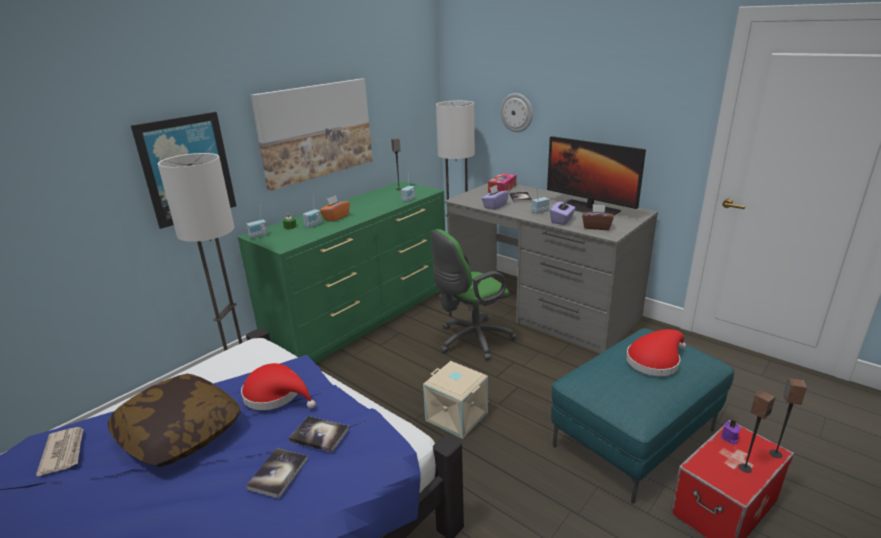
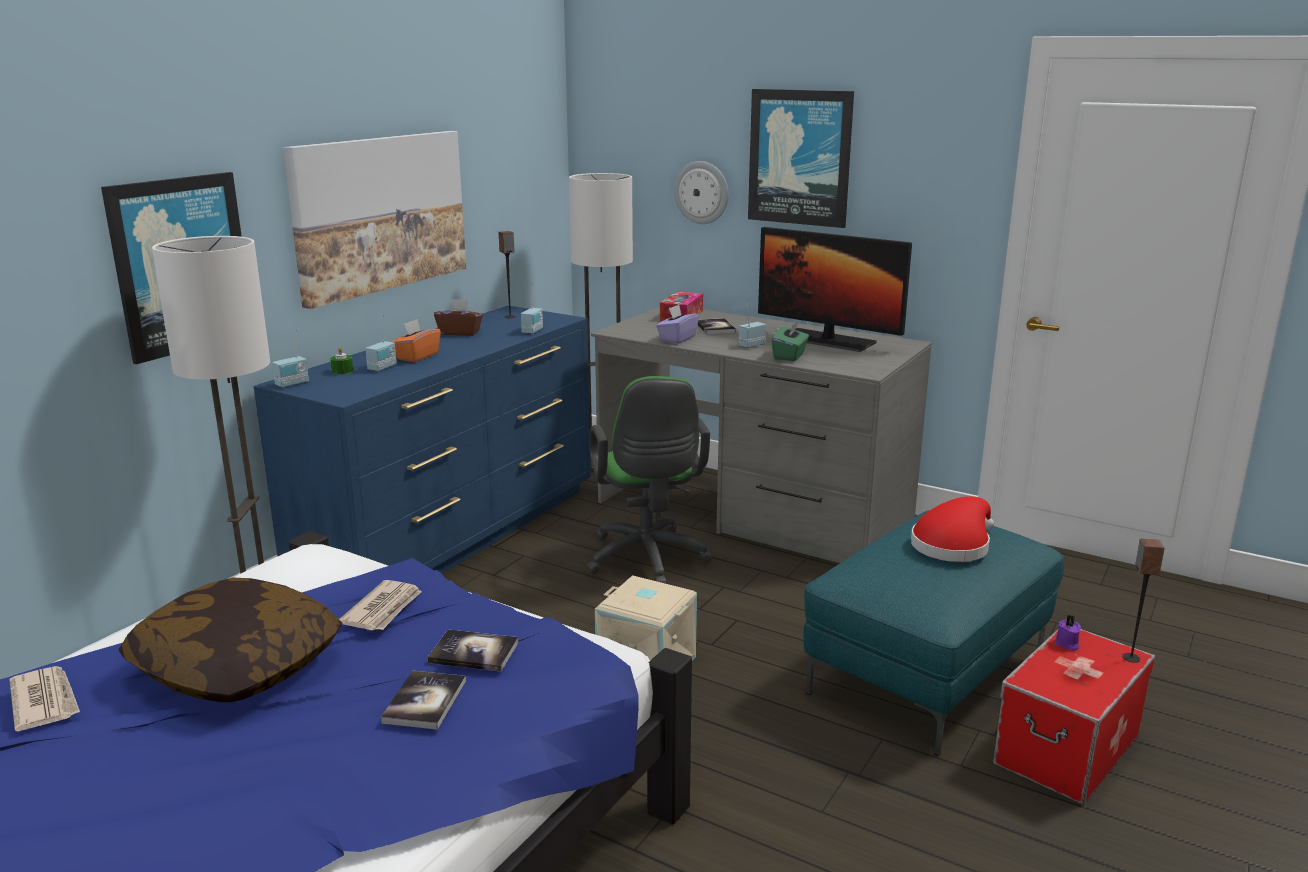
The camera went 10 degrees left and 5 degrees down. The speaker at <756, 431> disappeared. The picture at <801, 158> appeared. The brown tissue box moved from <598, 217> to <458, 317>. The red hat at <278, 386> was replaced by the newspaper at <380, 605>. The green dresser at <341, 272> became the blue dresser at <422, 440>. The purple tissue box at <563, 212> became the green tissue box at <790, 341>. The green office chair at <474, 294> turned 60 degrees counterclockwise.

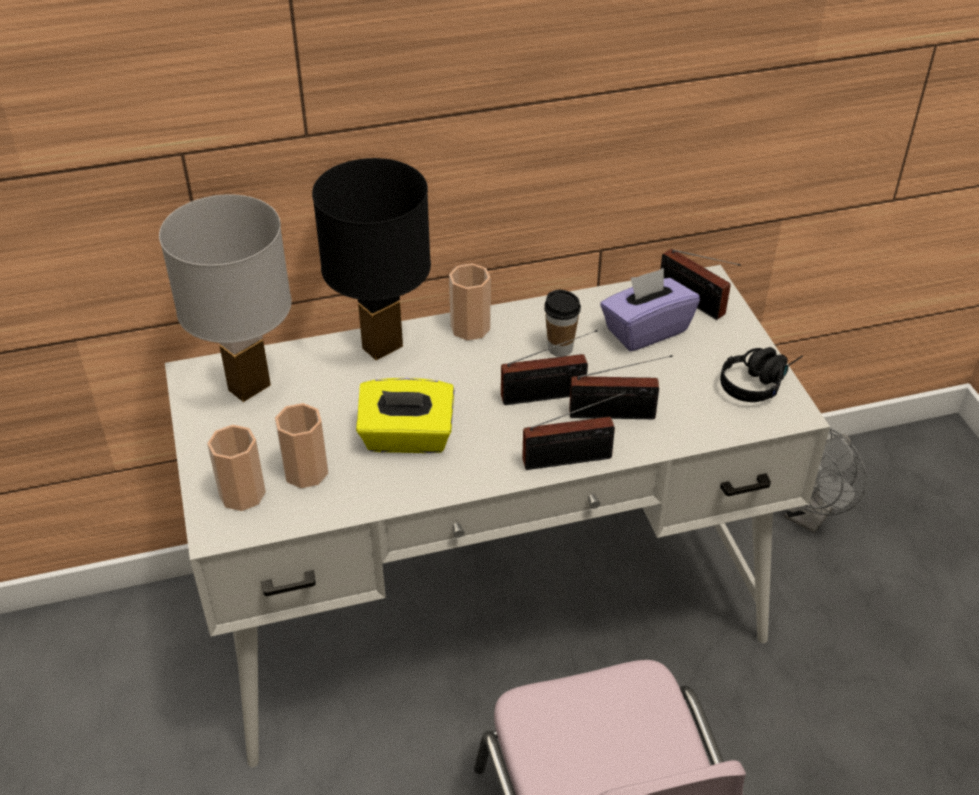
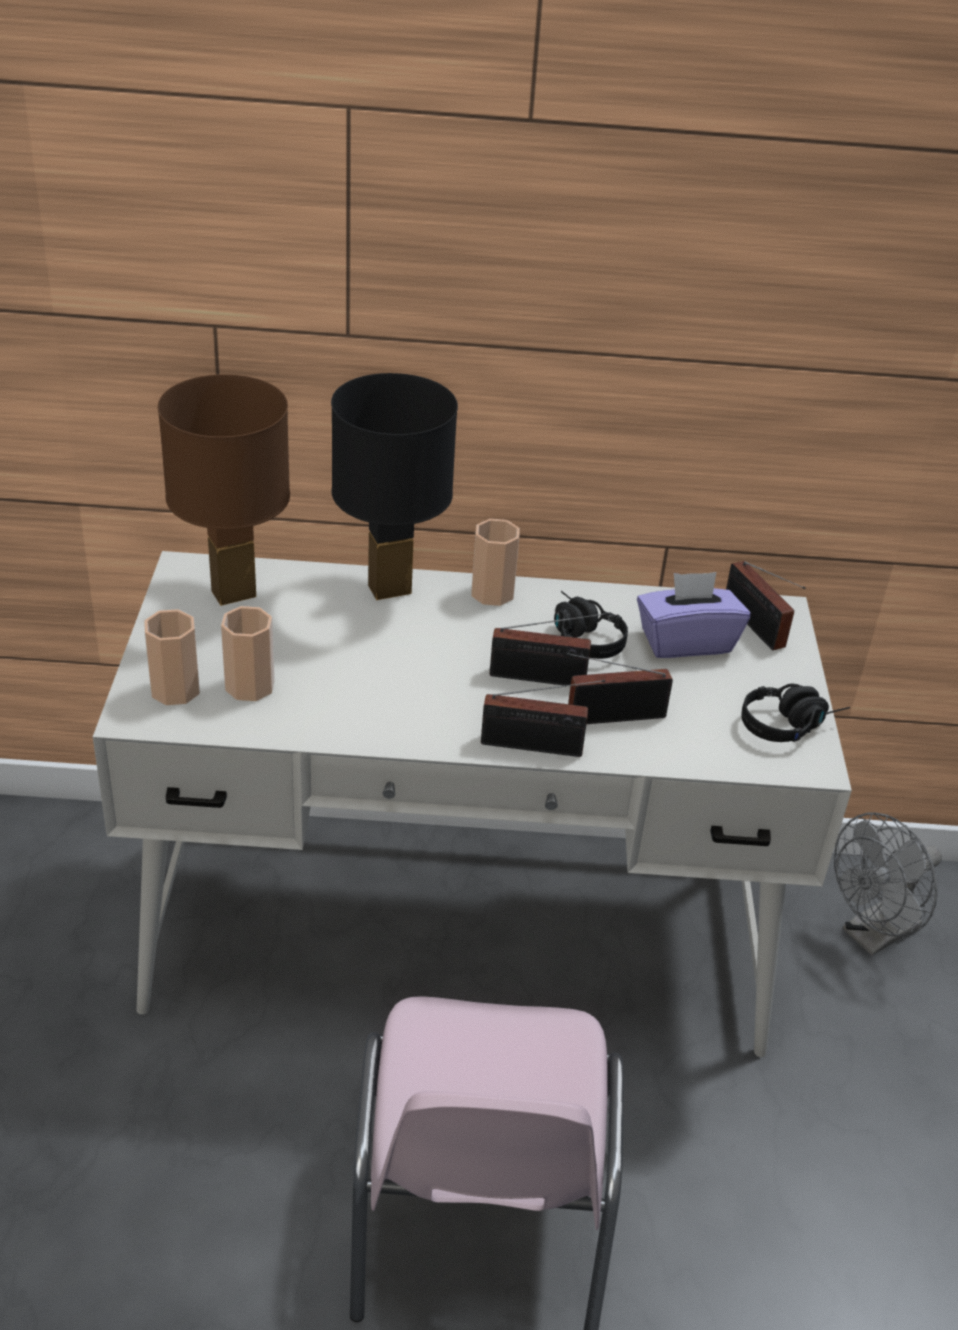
The camera went 15 degrees right and 5 degrees down. The yellow tissue box at <405, 415> disappeared. The cup at <562, 323> was replaced by the black headphones at <591, 625>. The white table lamp at <225, 298> became the brown table lamp at <223, 490>. The radio at <621, 387> turned 150 degrees clockwise.

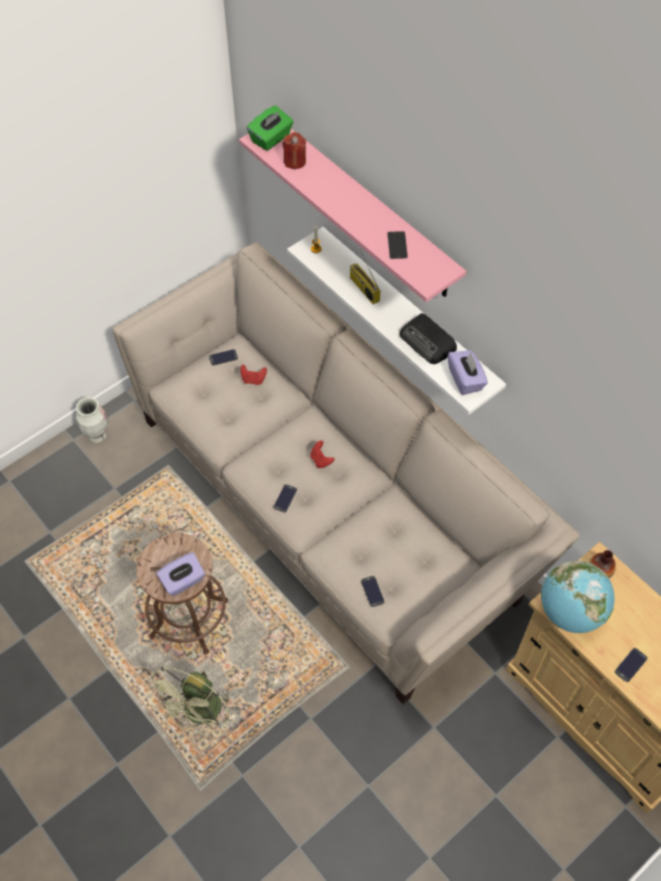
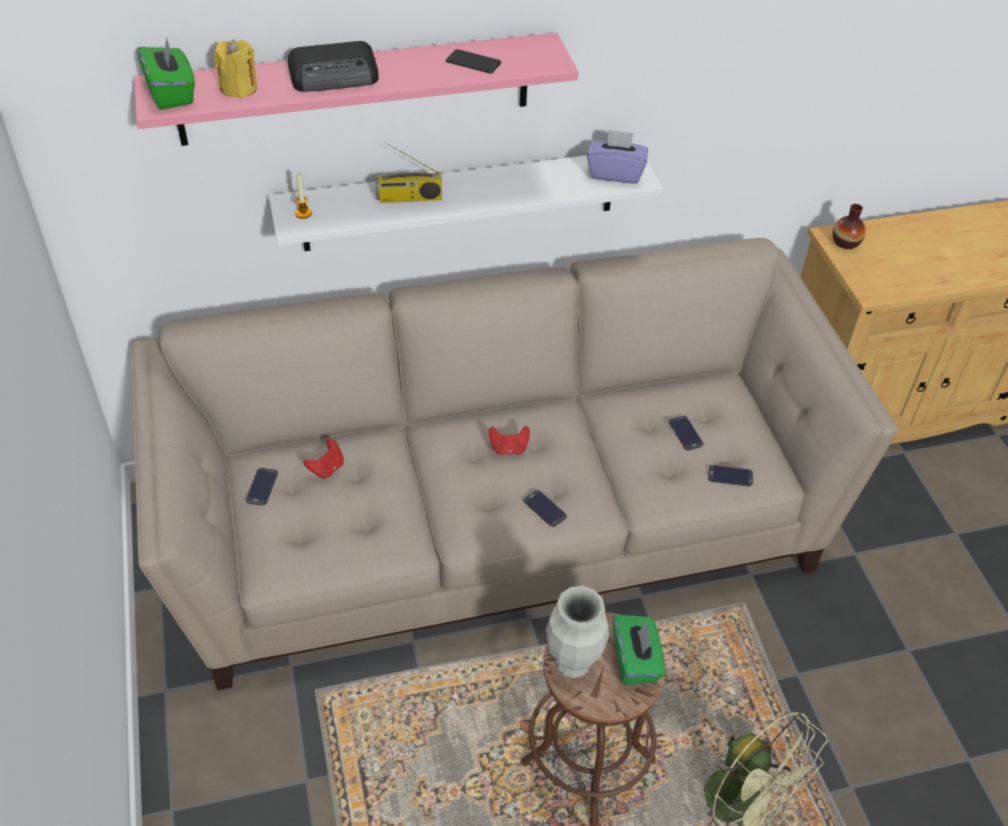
The camera went 65 degrees left and 10 degrees down. The globe at <578, 597> disappeared. The vase moved from <92, 420> to <577, 632>. The radio moved from <428, 338> to <333, 66>. The phone moved from <631, 665> to <686, 433>. The purple tissue box at <181, 574> became the green tissue box at <639, 650>. The red candle at <294, 150> became the yellow candle at <235, 68>.

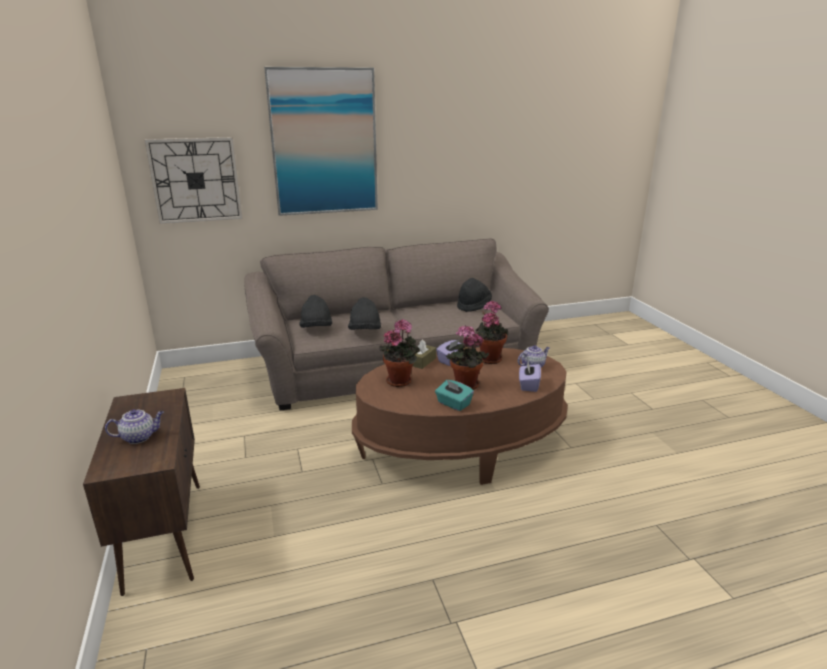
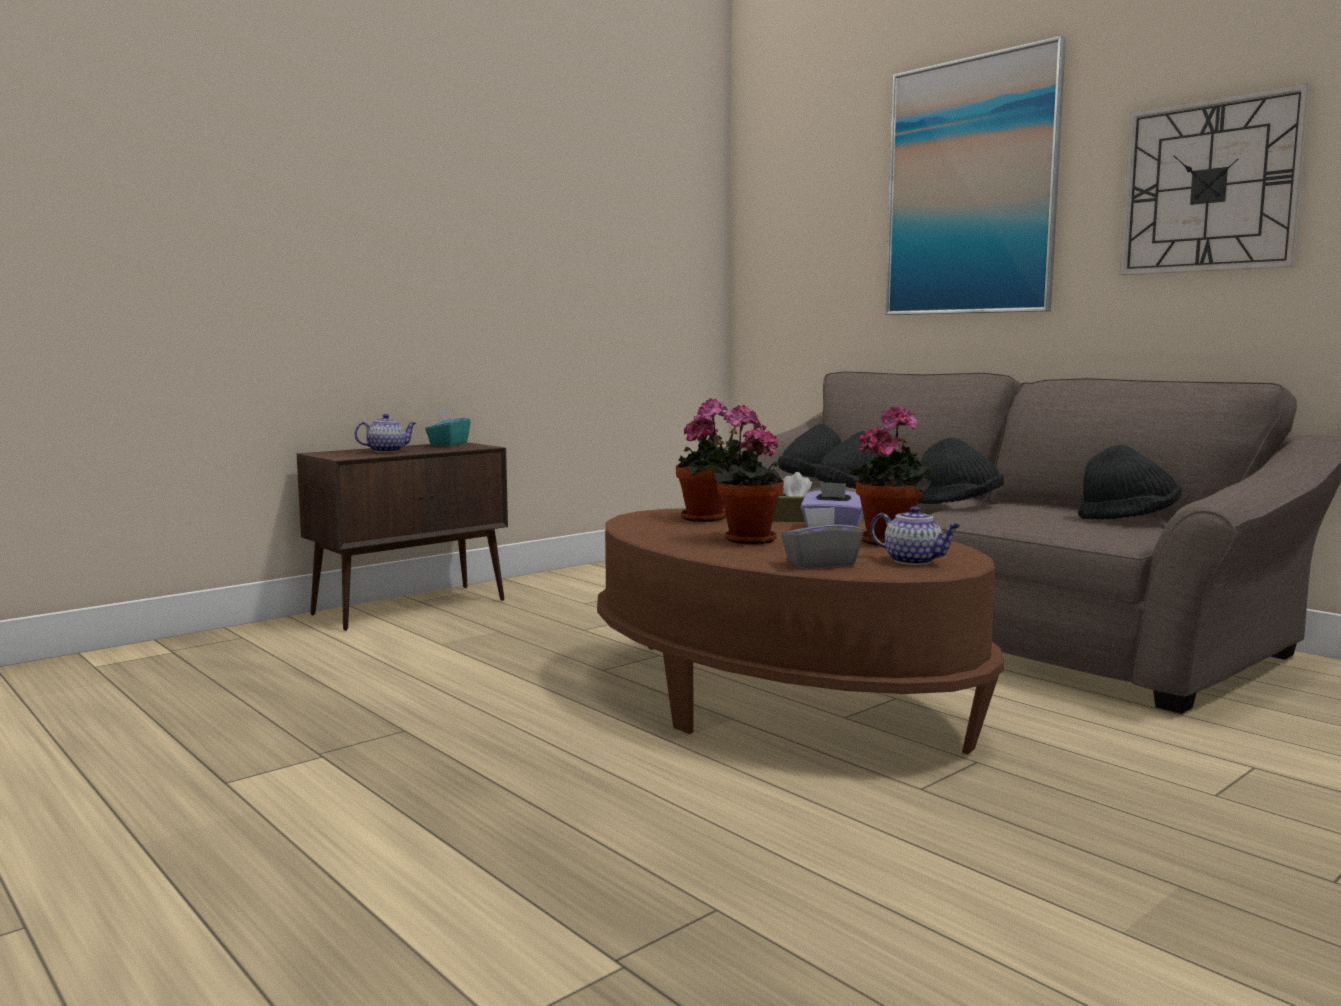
The camera went 65 degrees right and 15 degrees down. The black hat at <961, 471> appeared. The wall clock moved from <193, 180> to <1215, 179>. The turquoise tissue box moved from <454, 395> to <447, 427>. The purple tissue box at <530, 376> became the grey tissue box at <822, 538>. The teapot at <134, 426> turned 75 degrees counterclockwise.

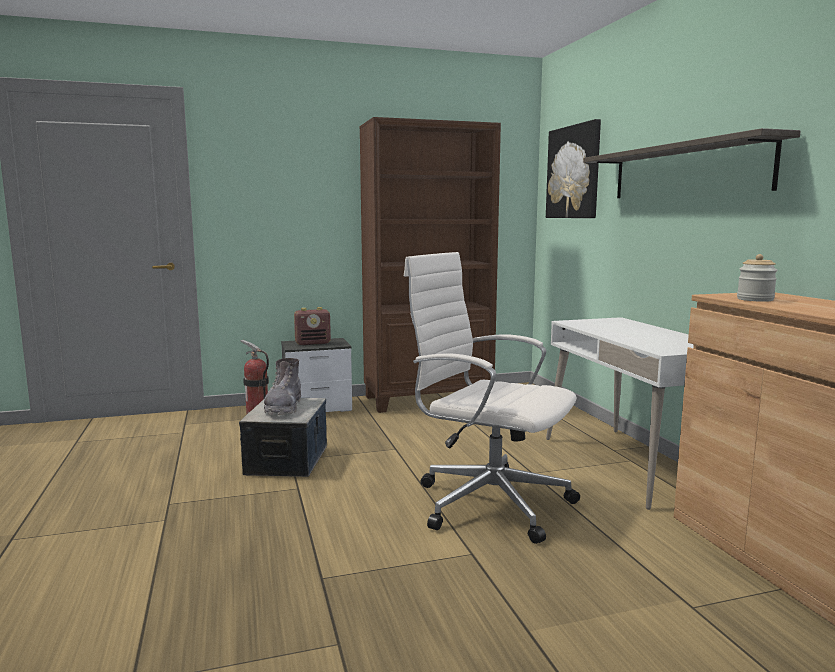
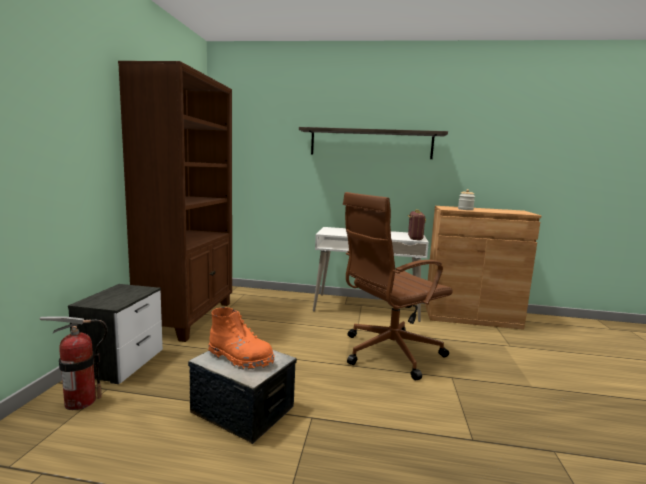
The camera went 65 degrees left and 0 degrees up. The picture at <573, 168> disappeared. The radio moved from <312, 326> to <417, 225>. The grey boot at <282, 386> became the orange boot at <241, 338>. The white office chair at <492, 398> became the brown office chair at <398, 286>.

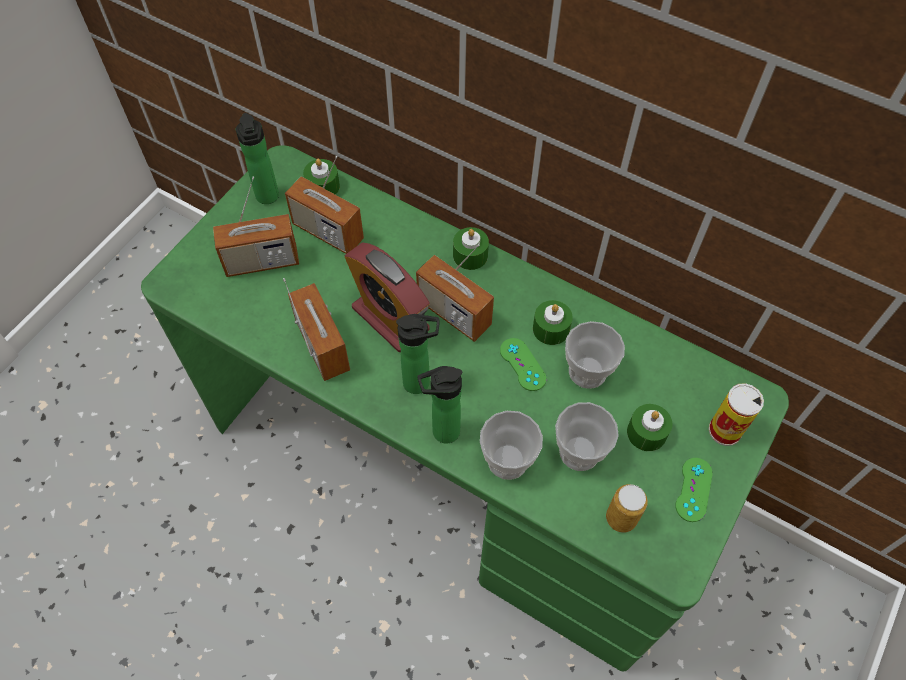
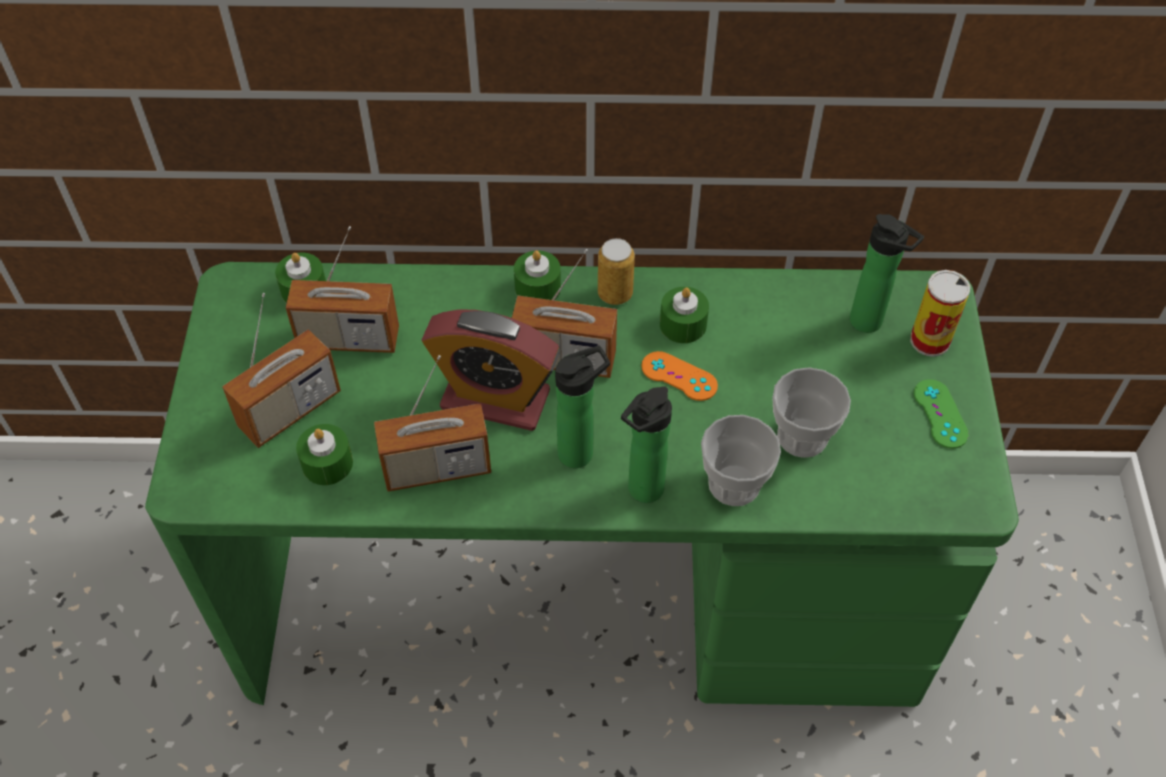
The camera went 30 degrees left and 5 degrees down. The cup at <595, 355> disappeared. The bottle moved from <257, 158> to <887, 273>. The can moved from <627, 508> to <616, 271>. The green candle moved from <649, 427> to <324, 454>. The green game controller at <523, 364> became the orange game controller at <679, 376>. The radio at <316, 329> turned 135 degrees clockwise.

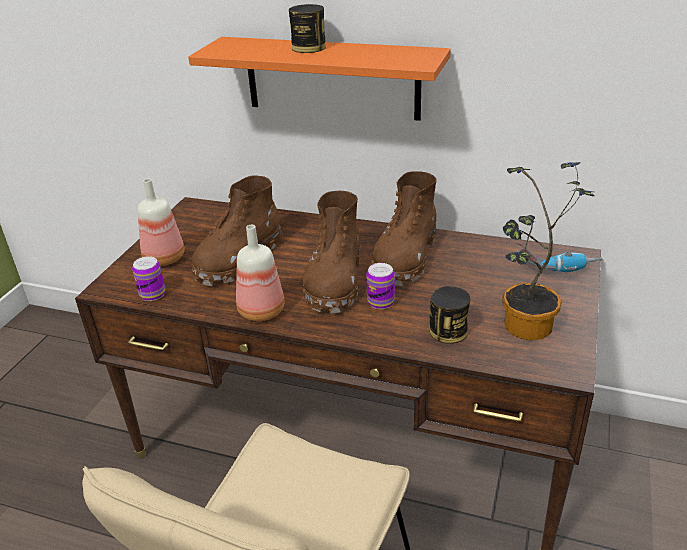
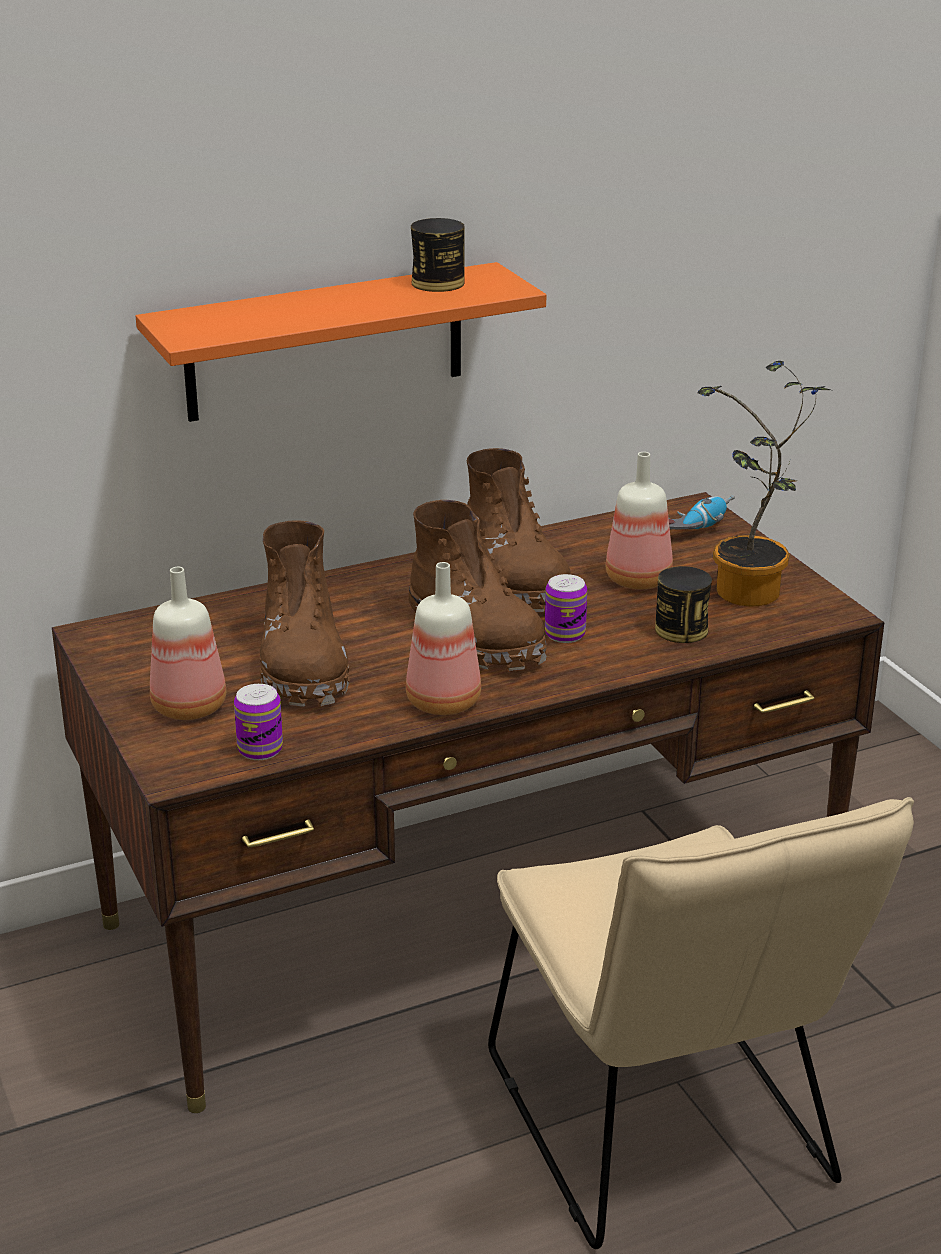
The camera went 45 degrees left and 5 degrees down. The bottle at <639, 520> appeared. The can moved from <307, 28> to <438, 255>.

